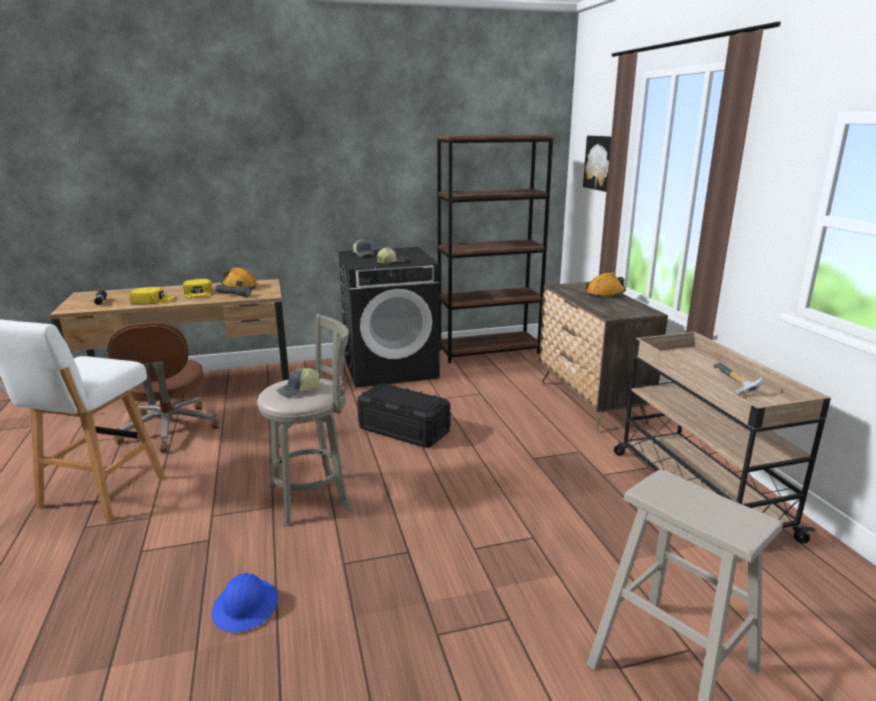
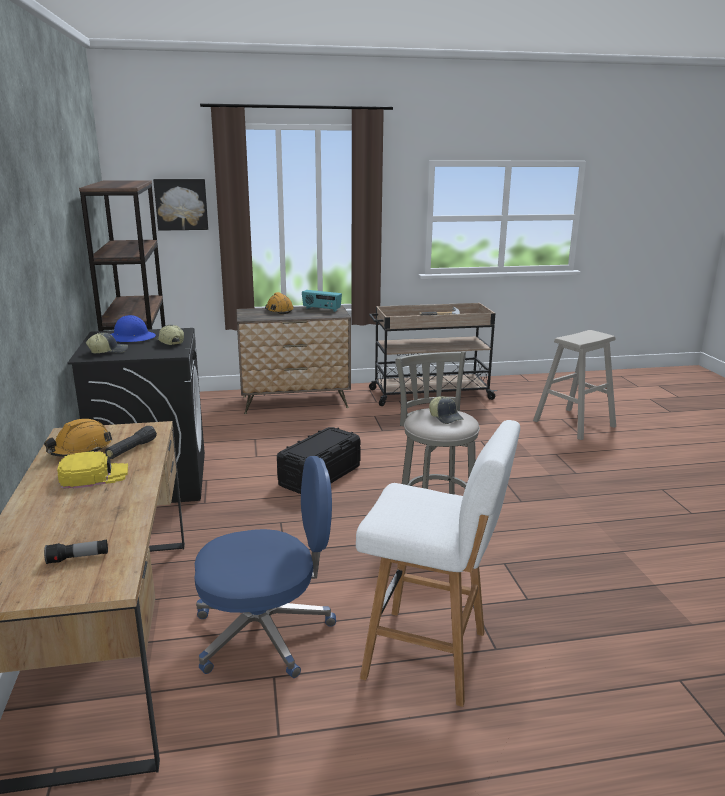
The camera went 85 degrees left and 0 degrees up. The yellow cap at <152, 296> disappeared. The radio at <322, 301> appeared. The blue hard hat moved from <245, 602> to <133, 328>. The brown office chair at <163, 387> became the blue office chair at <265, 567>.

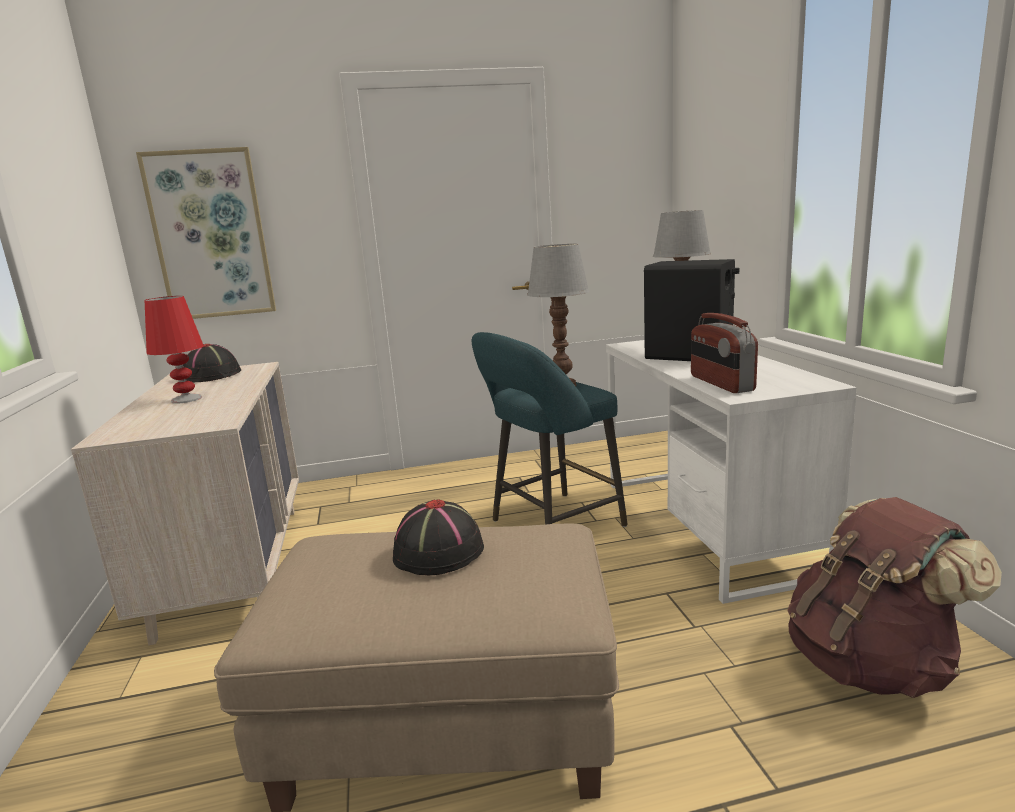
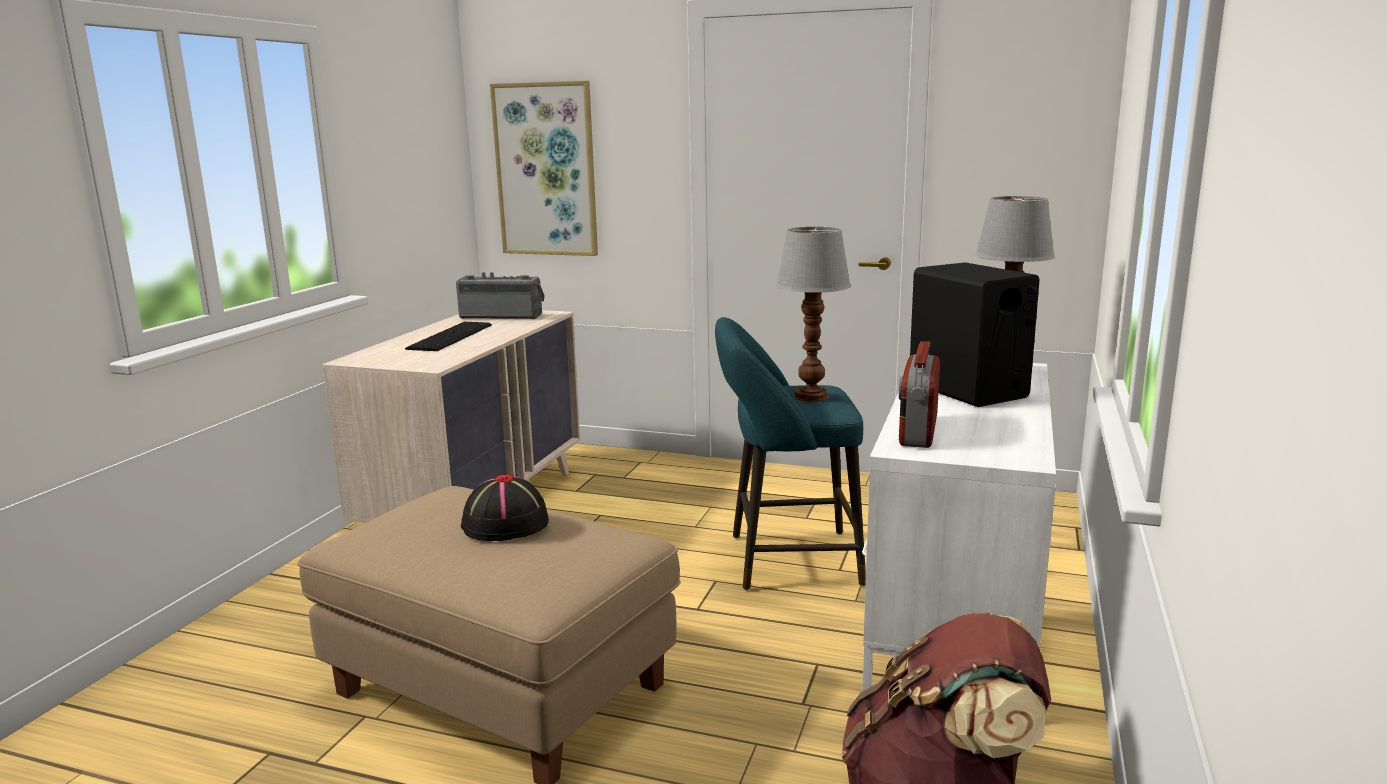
The camera went 30 degrees right and 0 degrees up. The red table lamp at <174, 350> was replaced by the keyboard at <448, 336>. The black hat at <212, 363> was replaced by the radio at <500, 295>.

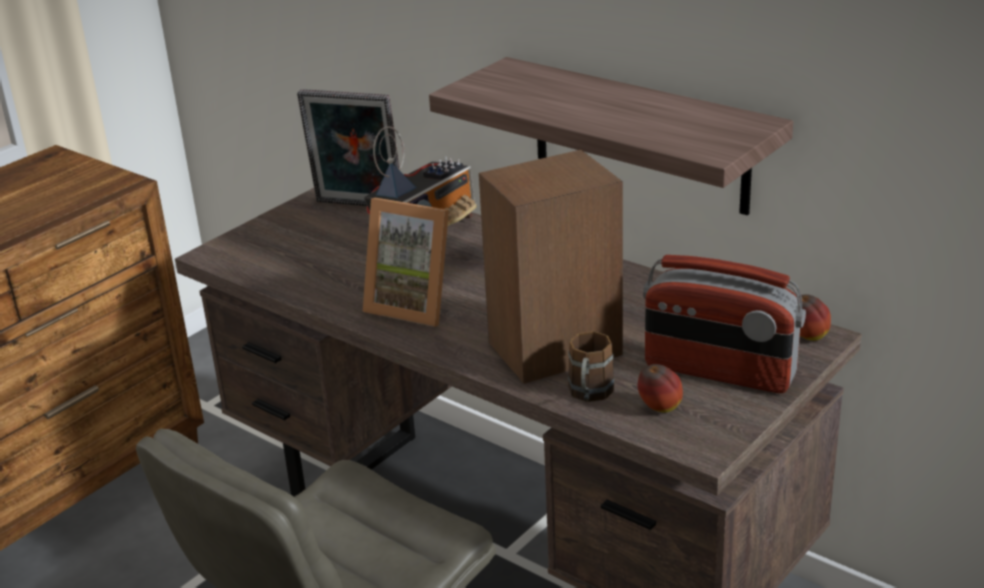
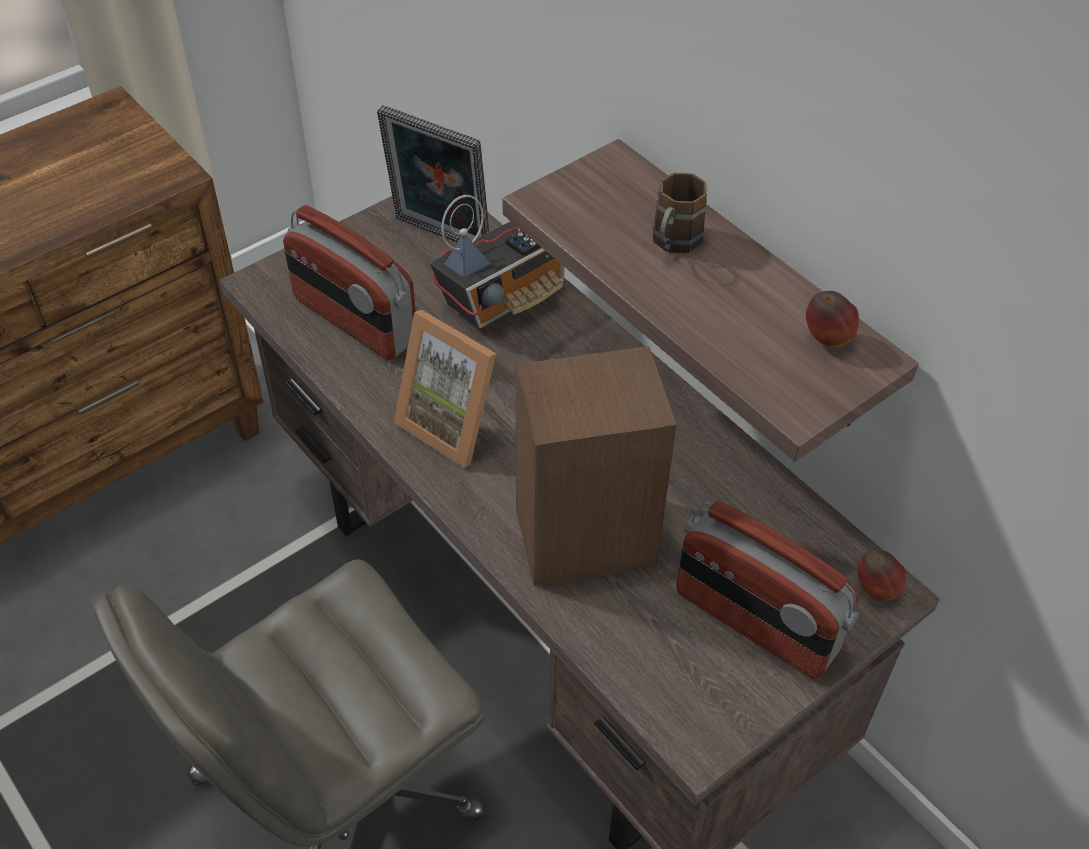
The camera went 10 degrees right and 20 degrees up. The radio at <349, 282> appeared. The brown mug moved from <591, 366> to <680, 213>. The apple moved from <660, 388> to <832, 319>.

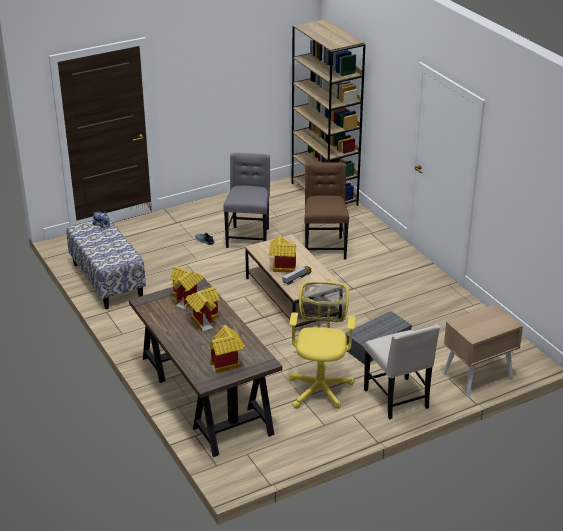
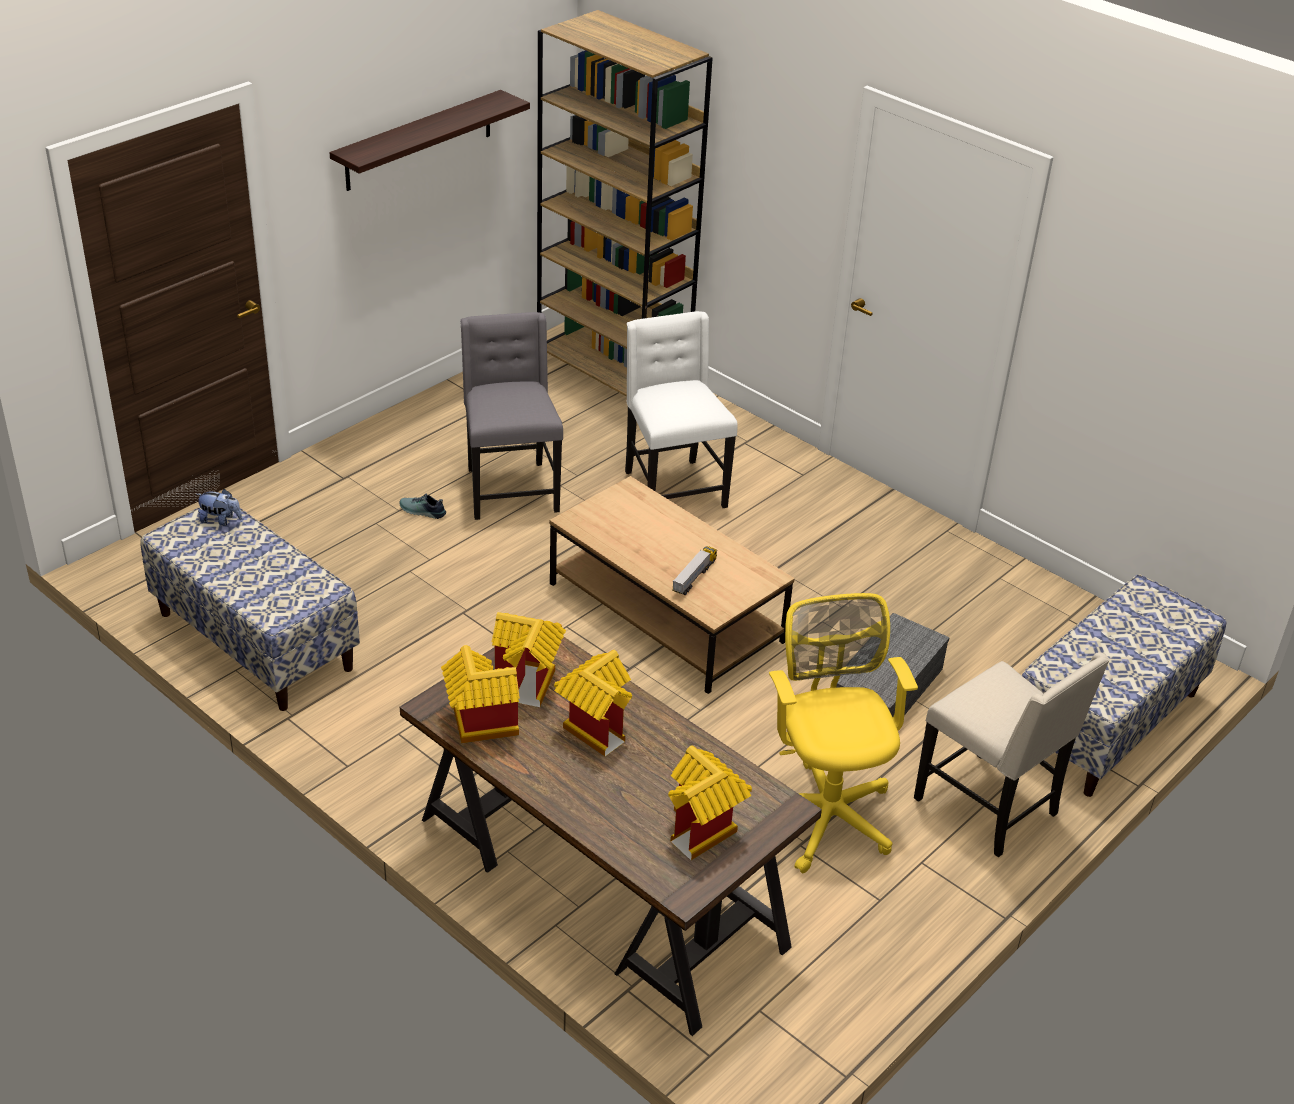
The camera went 20 degrees left and 5 degrees up. The shelf at <430, 140> appeared. The toy house moved from <282, 254> to <480, 694>. The beige nightstand at <483, 350> was replaced by the bench at <1124, 685>. The brown chair at <327, 211> became the white chair at <681, 409>.

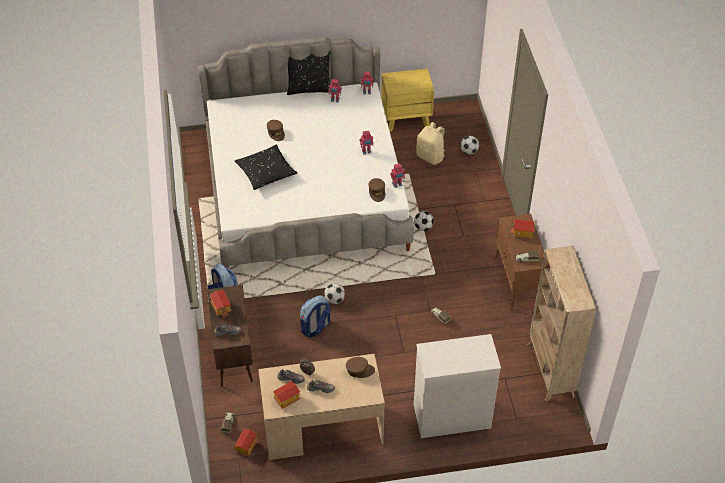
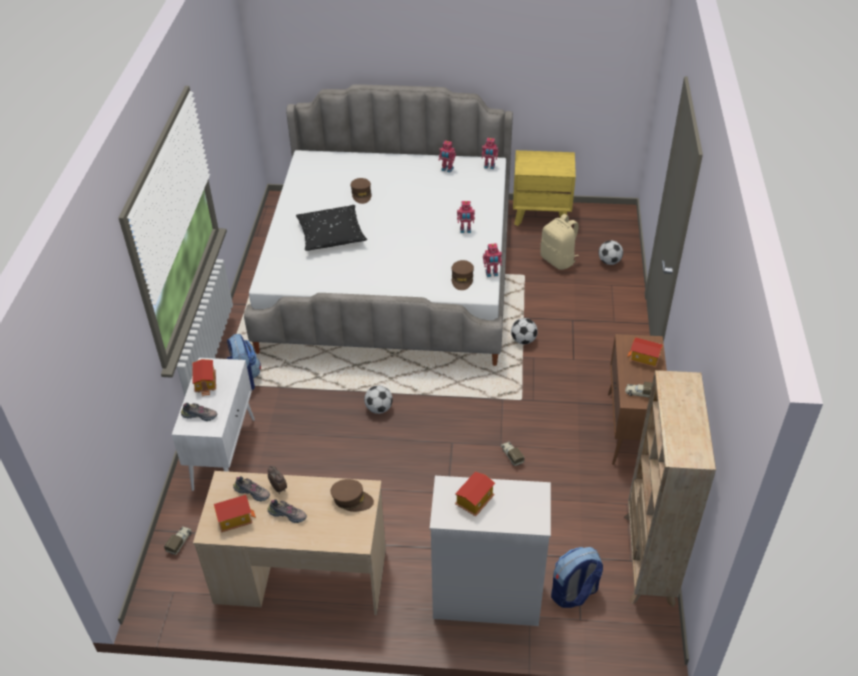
The camera went 15 degrees right and 5 degrees down. The black pillow at <308, 73> disappeared. The toy house moved from <246, 443> to <475, 494>. The backpack moved from <315, 316> to <577, 577>. The brown cabinet at <230, 335> became the white cabinet at <213, 424>.

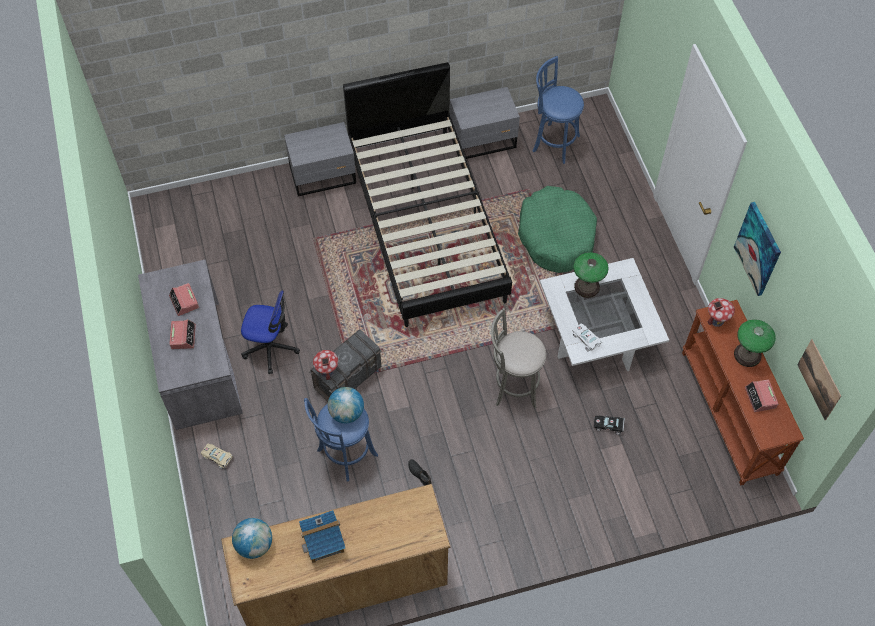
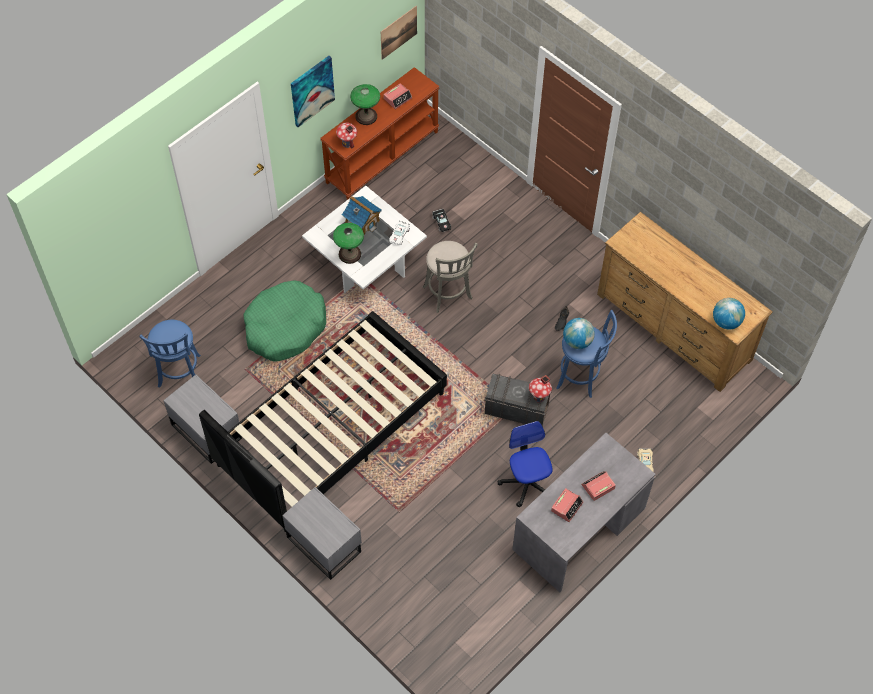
The camera went 120 degrees left and 0 degrees up. The toy house moved from <322, 536> to <362, 215>.

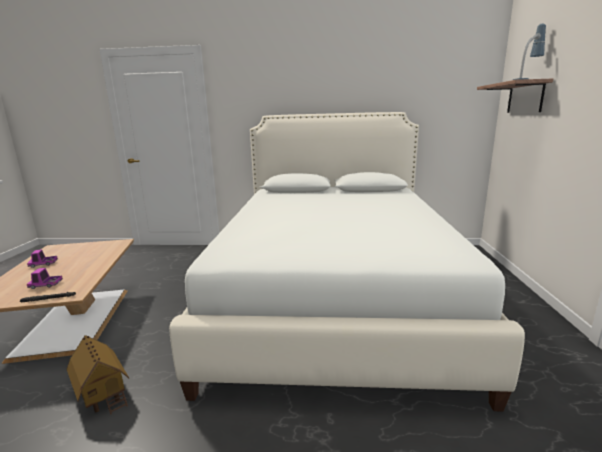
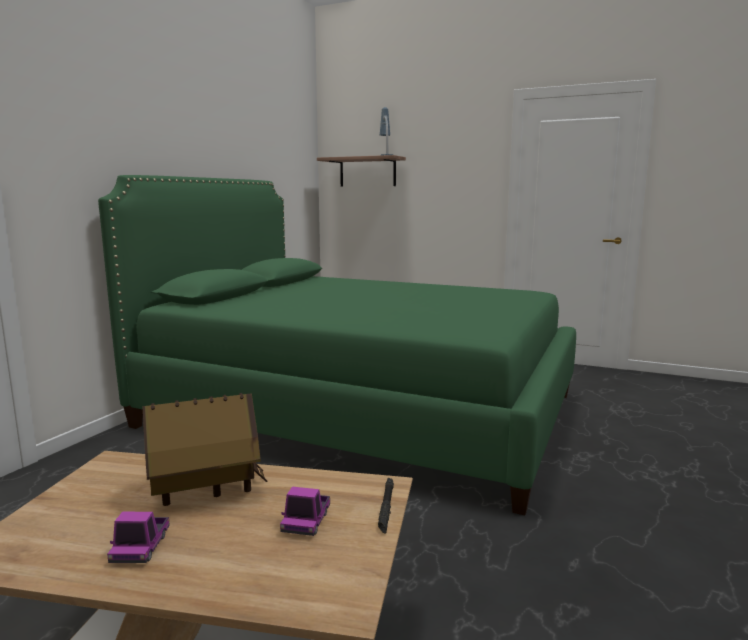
The camera went 70 degrees left and 5 degrees down. The toy house moved from <98, 375> to <205, 449>. The white bed at <347, 262> became the green bed at <337, 345>.

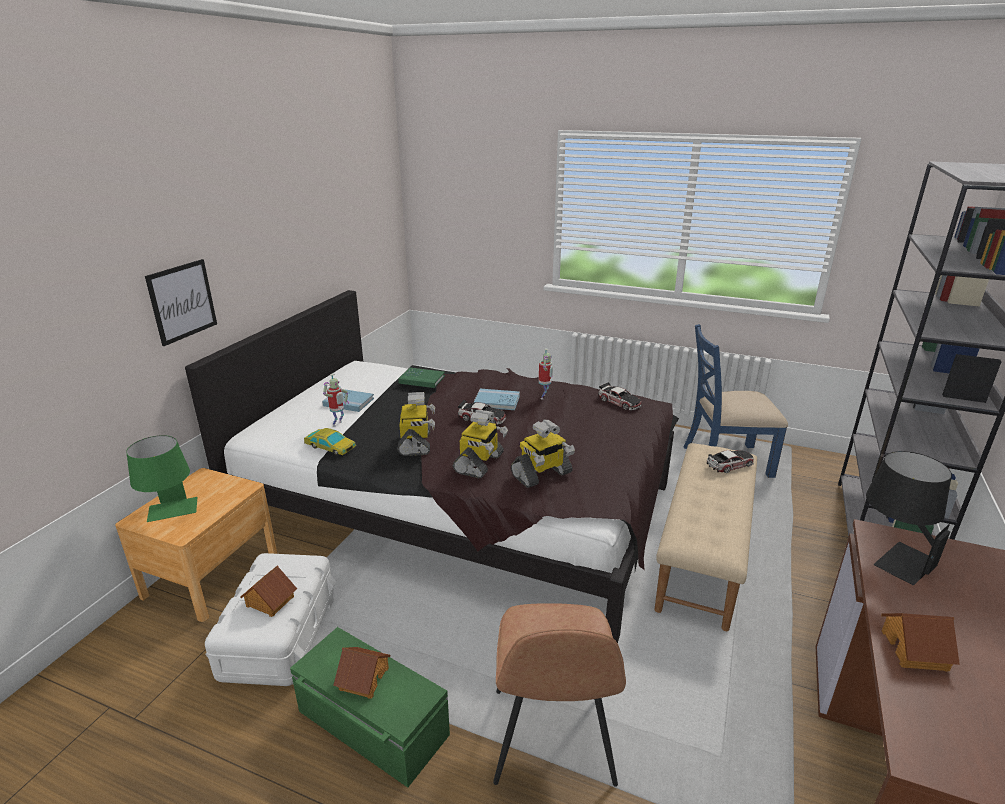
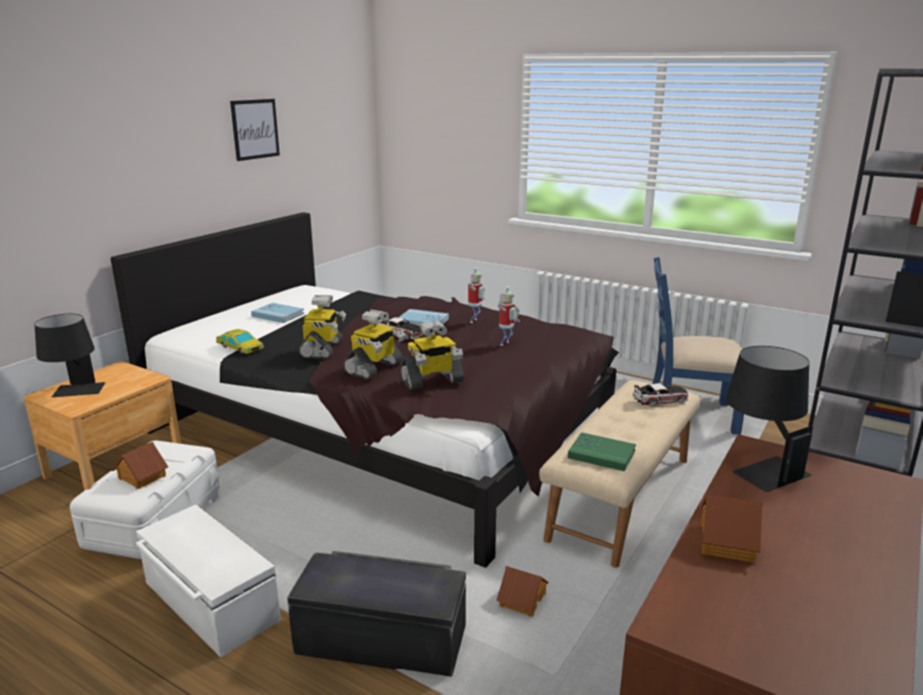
The camera went 10 degrees right and 5 degrees down. The toy car at <620, 396> disappeared. The picture moved from <181, 302> to <255, 130>. The toy robot moved from <336, 400> to <509, 316>. The toy house moved from <361, 673> to <522, 591>. The green book moved from <421, 378> to <602, 451>. The brown chair at <559, 695> was replaced by the black storage box at <376, 614>. The green table lamp at <161, 478> became the black table lamp at <70, 355>. The green storage box at <370, 707> became the white storage box at <208, 581>.

